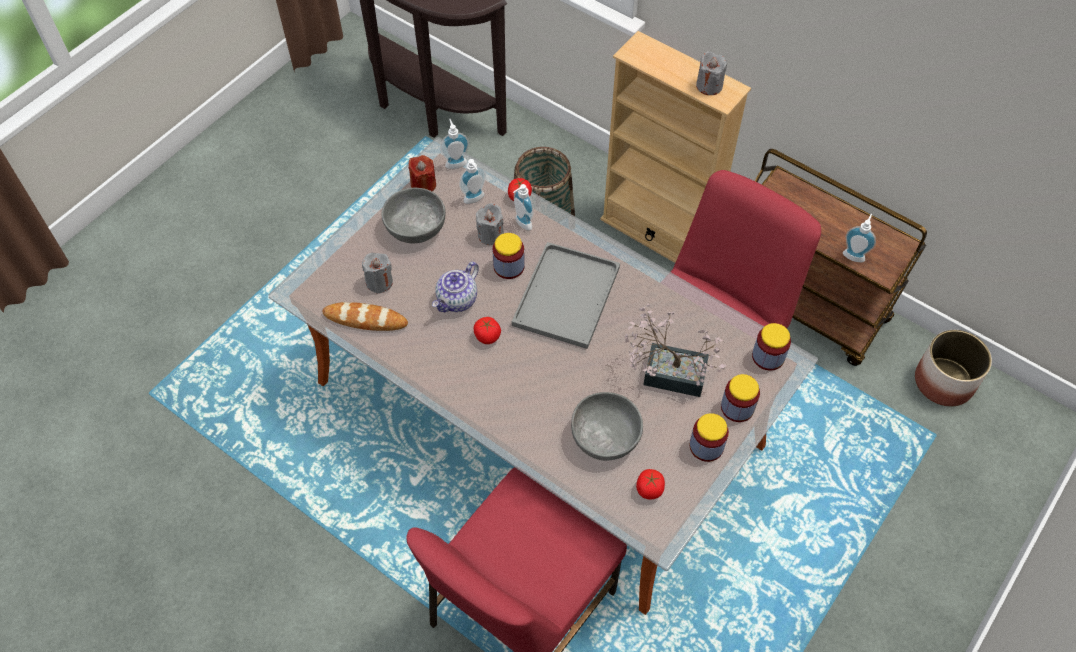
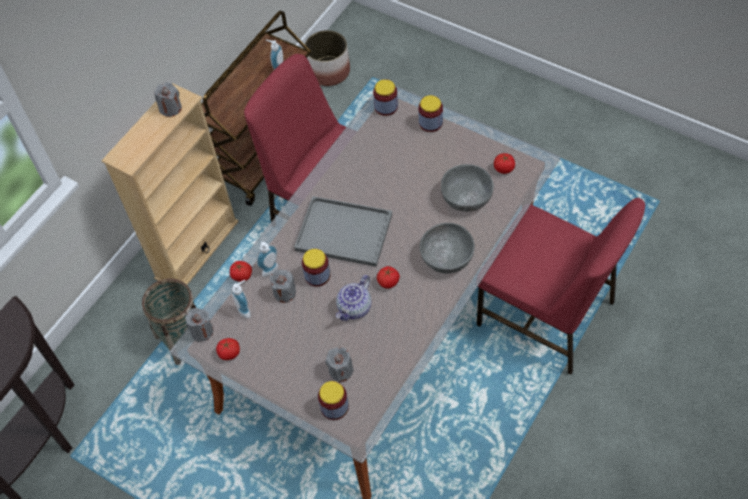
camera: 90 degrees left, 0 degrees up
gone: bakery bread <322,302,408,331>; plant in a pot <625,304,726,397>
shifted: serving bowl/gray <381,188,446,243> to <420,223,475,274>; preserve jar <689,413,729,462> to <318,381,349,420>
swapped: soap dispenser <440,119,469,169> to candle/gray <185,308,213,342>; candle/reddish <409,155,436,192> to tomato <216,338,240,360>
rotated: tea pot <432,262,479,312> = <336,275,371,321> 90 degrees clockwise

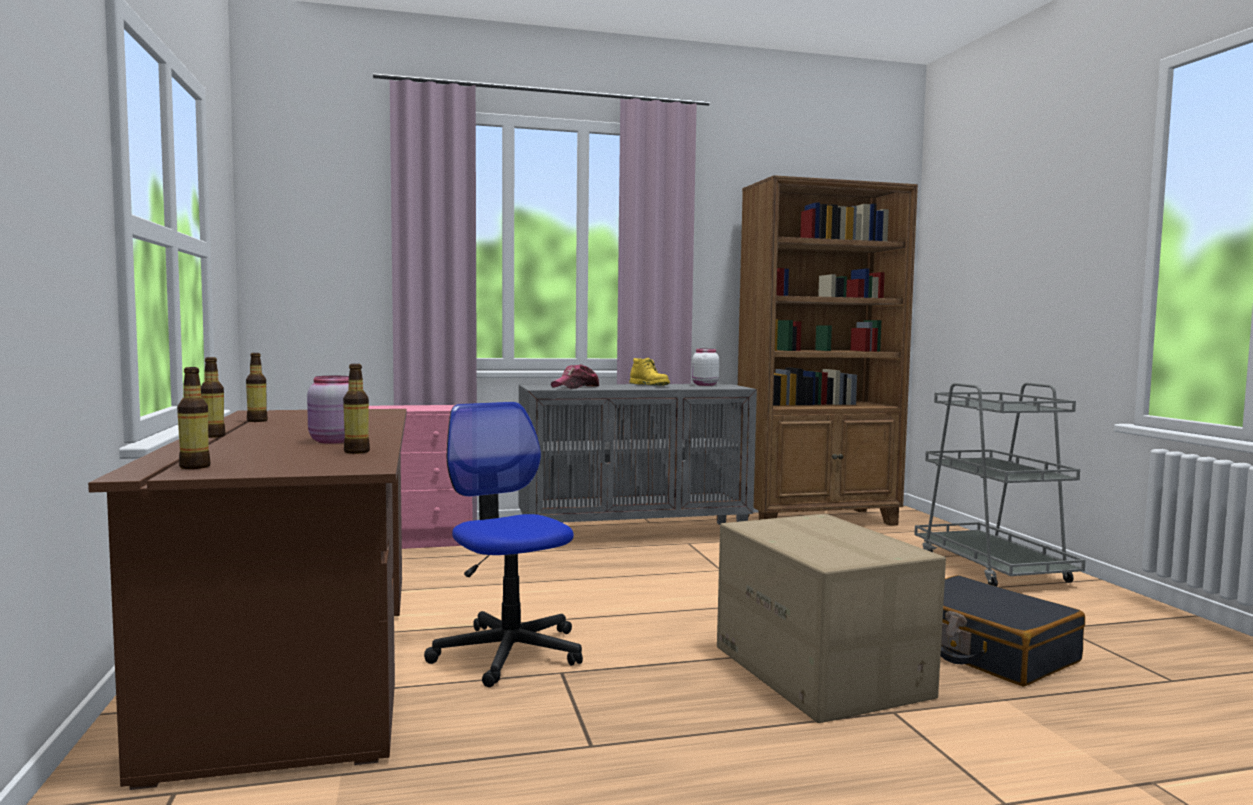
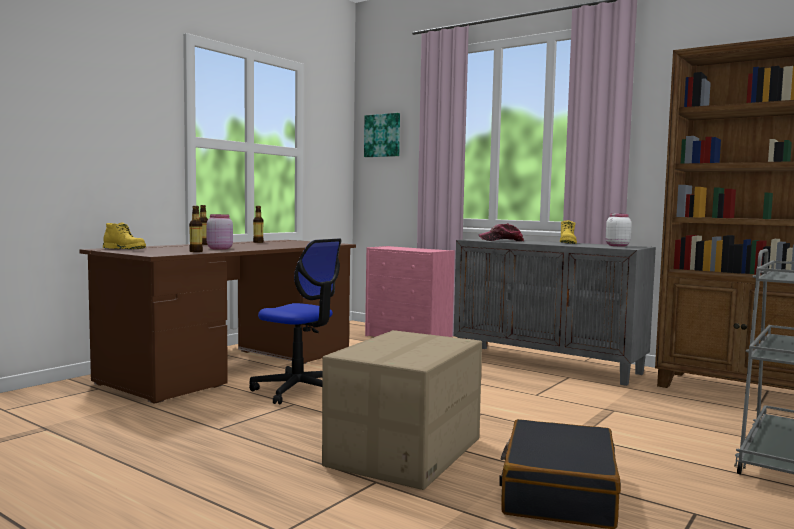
camera: 50 degrees right, 0 degrees up
new: wall art <364,113,400,157>
swapped: bottle <177,367,210,469> to tall boot/yellow-coloured <103,222,146,249>
rotated: office chair <424,402,583,687> = <249,239,341,404> 105 degrees clockwise

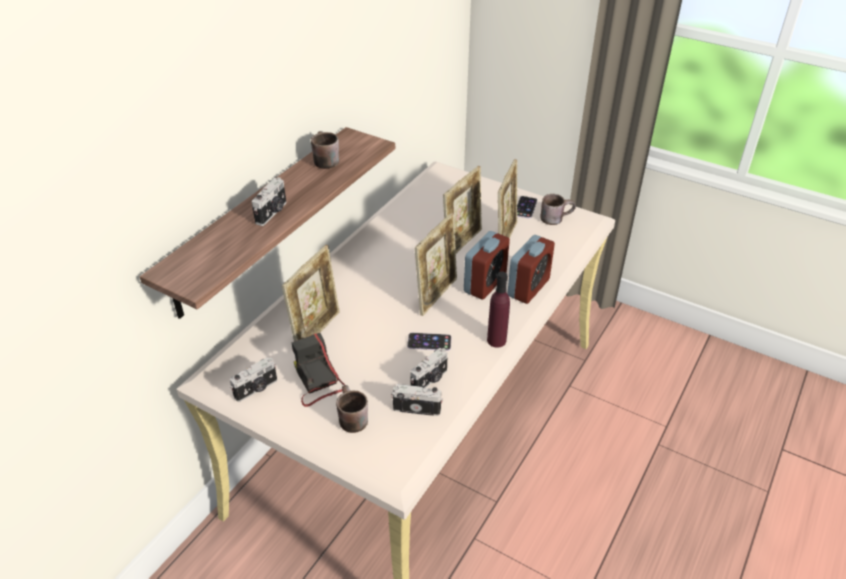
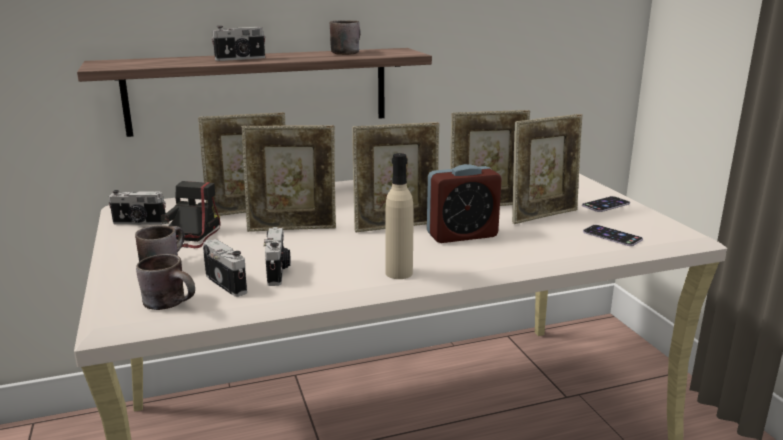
camera: 40 degrees right, 20 degrees down
gone: bedside clock <507,235,555,304>
new: picture frame <242,125,336,232>
shifted: mug/brown <540,194,576,225> to <136,254,195,310>; phone <407,333,452,351> to <583,225,643,246>
repainted: bottle/purple <487,272,510,348> to bottle/sand-coloured <385,153,414,279>
rotated: photo camera <410,348,448,388> = <264,227,291,286> 90 degrees counterclockwise

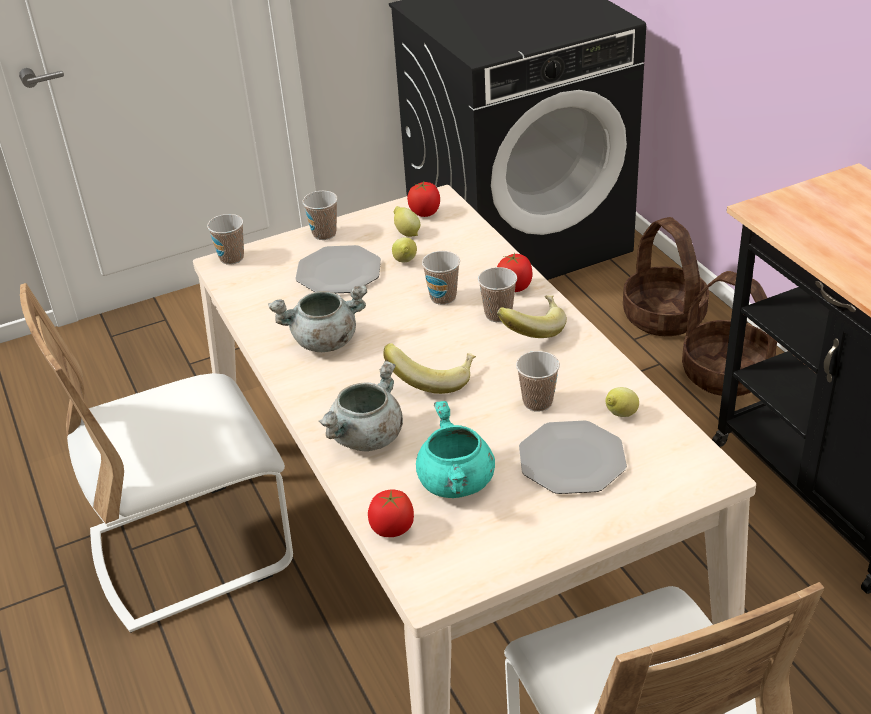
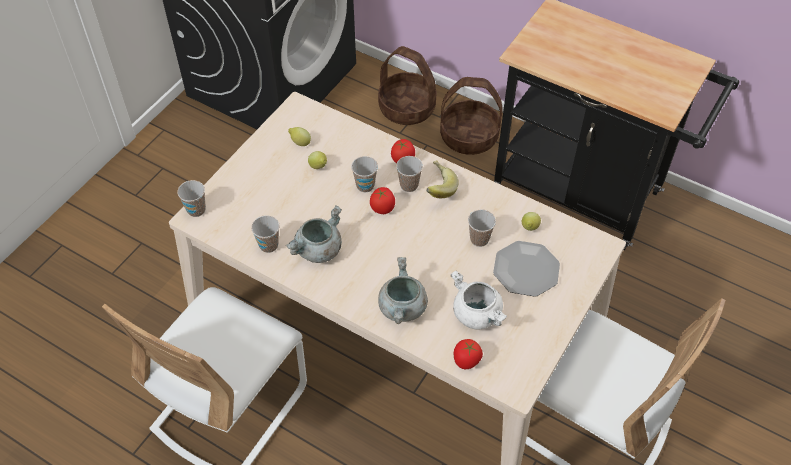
camera: 35 degrees left, 15 degrees up
gone: dinner plate <295,245,381,293>; whole banana <383,343,476,394>
shifted: tomato <407,182,440,217> to <370,187,395,214>; drinking cup <302,191,338,240> to <251,215,279,253>
repainted: saucepot/blue-green <416,401,495,498> to saucepot/white <451,270,507,329>

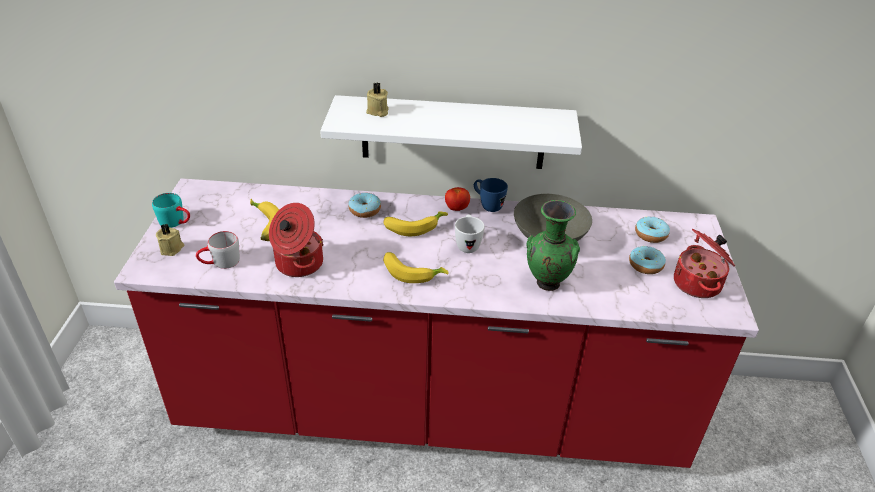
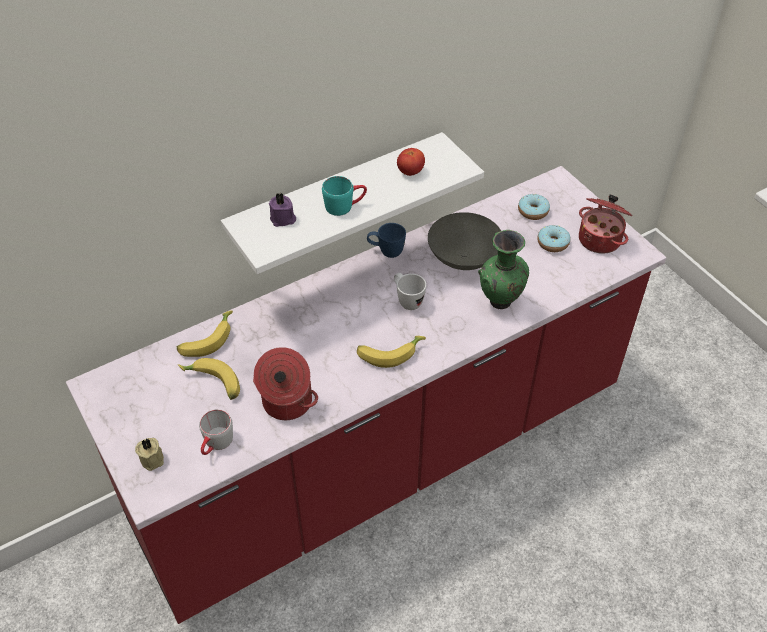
camera: 35 degrees left, 10 degrees up
gone: donut <348,193,381,218>
shifted: tomato <445,187,470,211> to <397,148,425,176>; mug/blue-green <152,193,190,228> to <322,176,367,216>; whole banana <383,212,448,236> to <177,310,233,357>
repainted: candle/sand-coloured <366,83,389,117> to candle/purple <269,193,296,227>

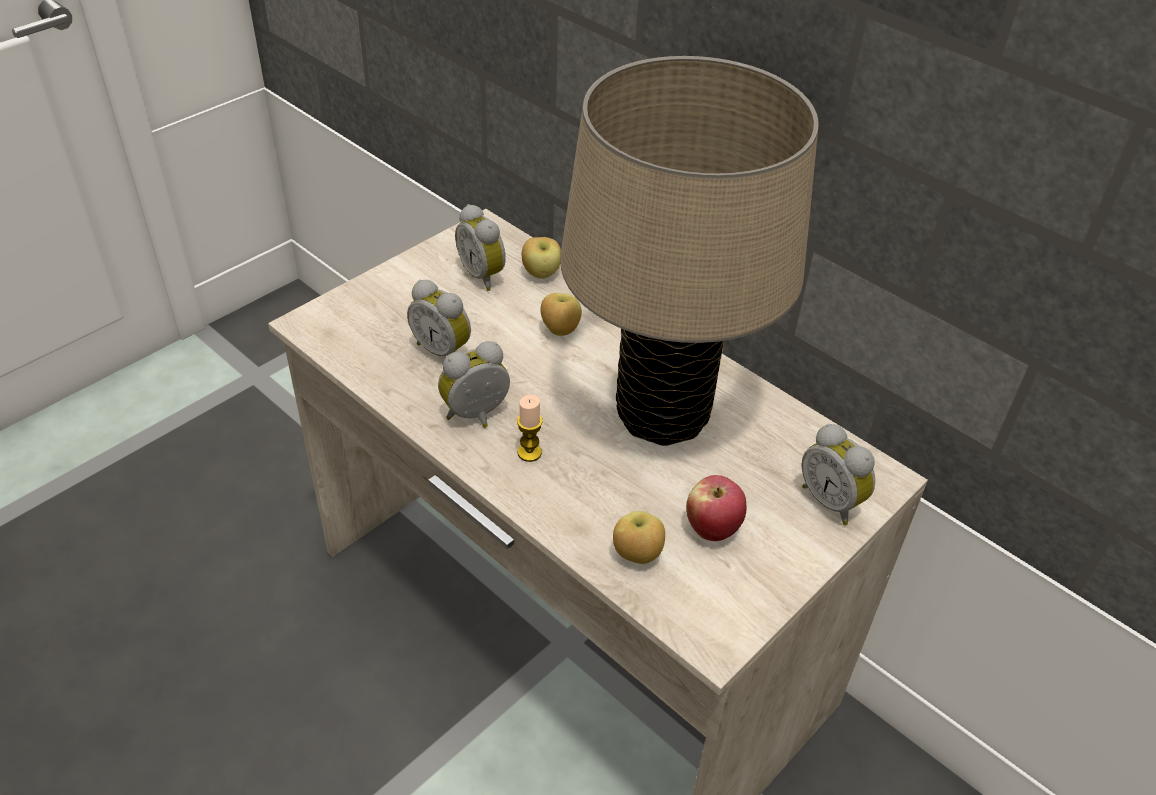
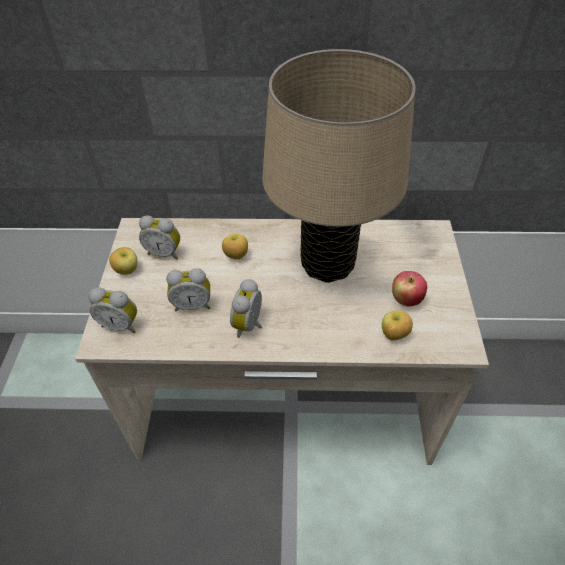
camera: 40 degrees left, 5 degrees up
gone: candle <517,395,542,462>
shifted: apple fruit <522,237,561,279> to <109,247,138,275>; bedside clock <802,424,875,525> to <89,287,137,333>

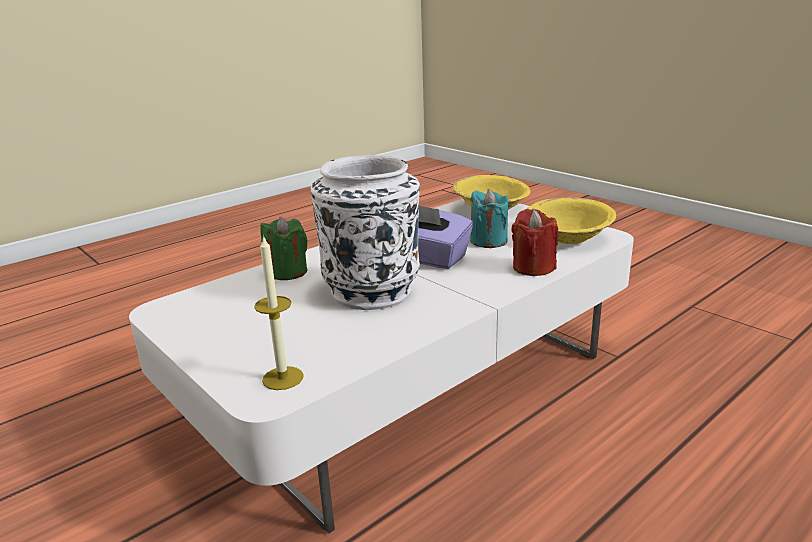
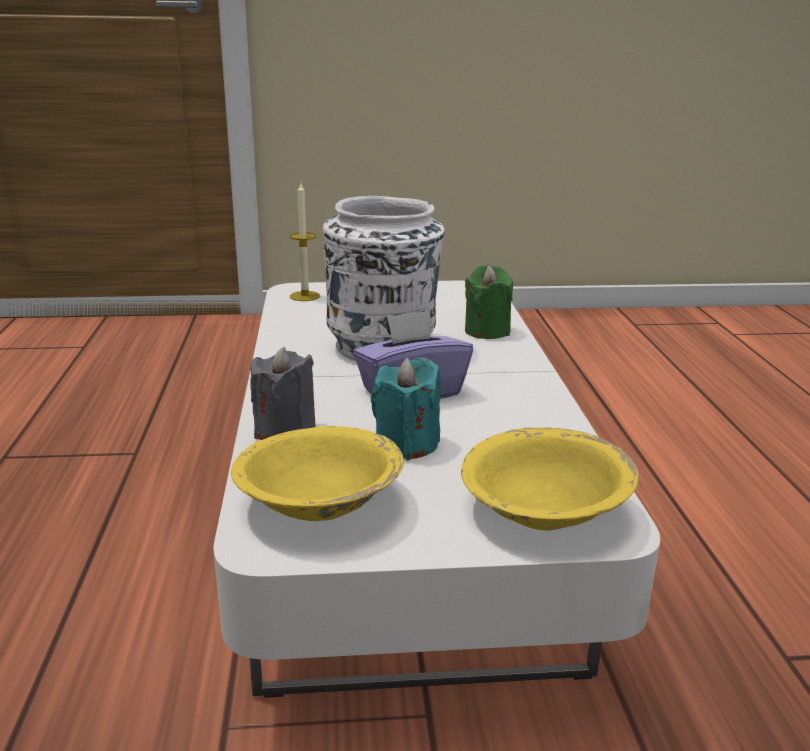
camera: 125 degrees right, 0 degrees up
repainted: candle/reddish <511,209,558,276> to candle/gray <250,347,316,440>

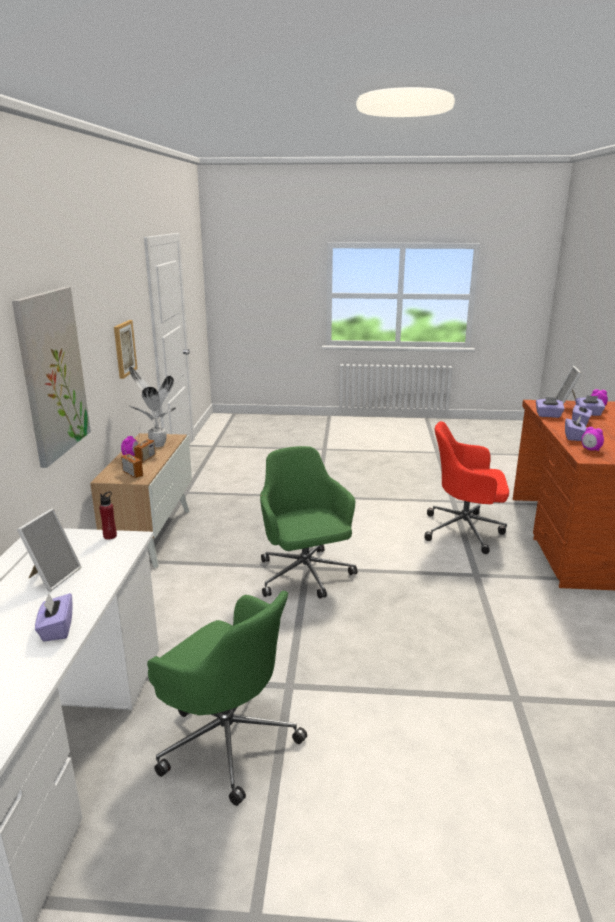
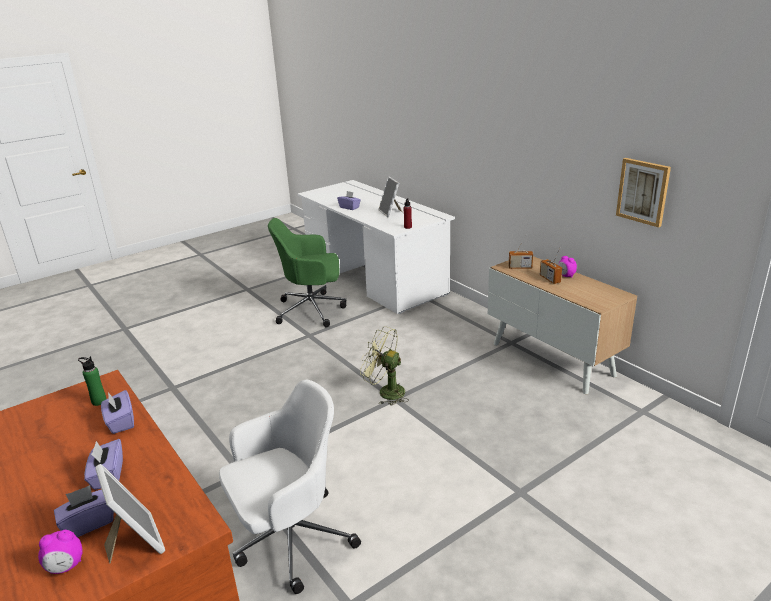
camera: 140 degrees right, 5 degrees up
gone: wall art <12,287,91,468>; plant in a pot <128,367,176,447>; tissue box/purple <536,397,565,418>
swapped: bedside clock <581,427,604,451> to bottle/green <78,356,107,406>; office chair/green <260,446,357,599> to electric fan/green <360,326,409,406>
repainted: office chair/reddish <425,421,509,554> to office chair/white <219,380,361,594>

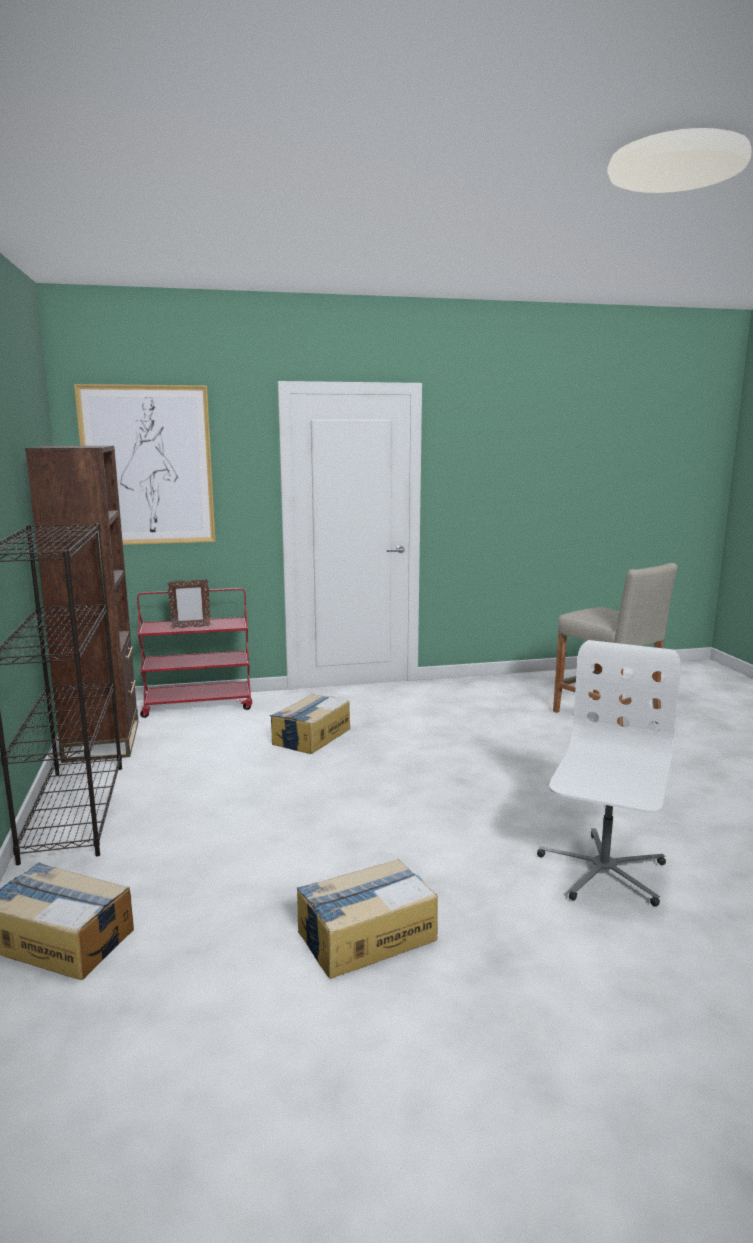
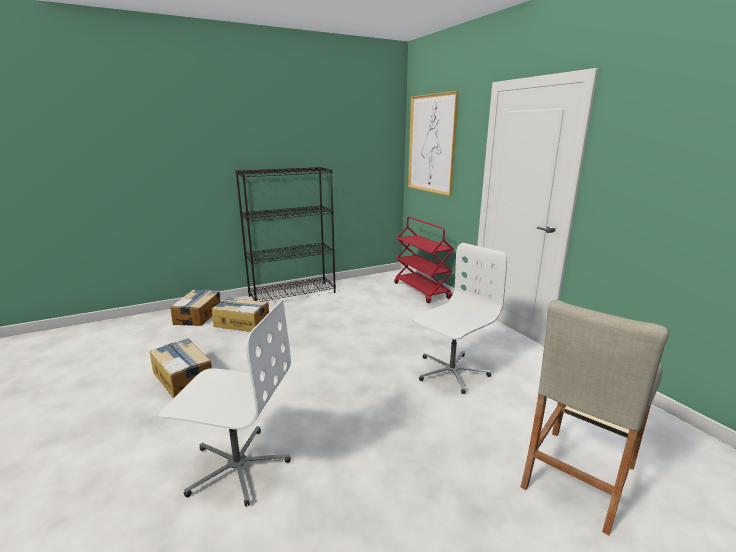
camera: 75 degrees right, 5 degrees up
gone: shelving unit/brown <25,446,138,763>; picture frame <167,579,211,629>
new: office chair/white <412,243,507,394>
shifted: cardboard box <270,694,350,754> to <212,297,269,332>

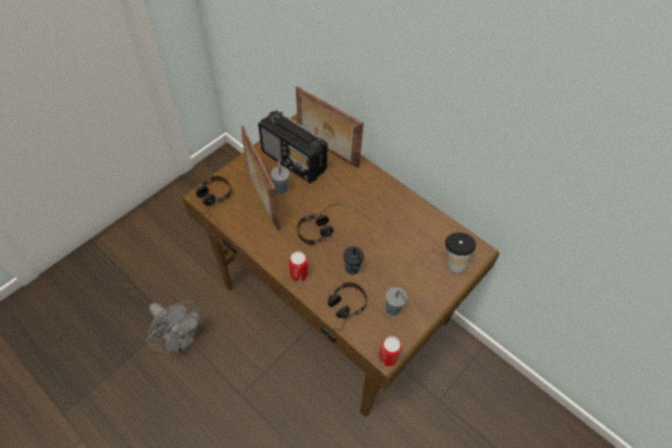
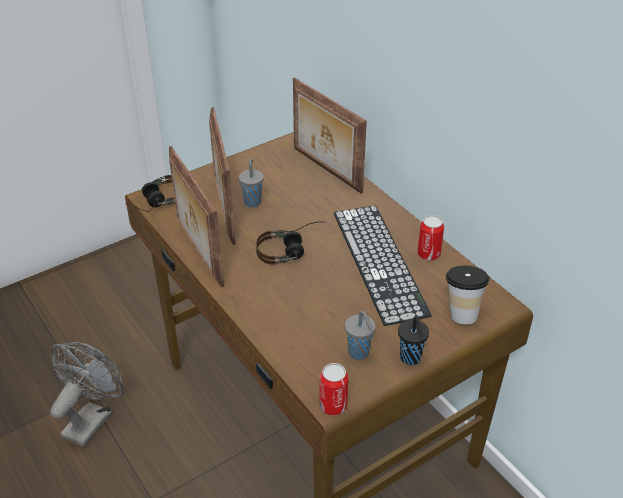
camera: 15 degrees right, 15 degrees down
gone: radio receiver <258,111,327,183>; pair of headphones <324,282,367,330>
new: picture frame <169,146,224,287>; PC keyboard <334,206,432,326>
shifted: drinking cup/blackish <343,247,364,275> to <398,316,429,365>; metal can <289,251,308,282> to <417,215,444,261>
rotated: electric fan/gray <147,302,201,354> = <50,342,124,447> 120 degrees counterclockwise

